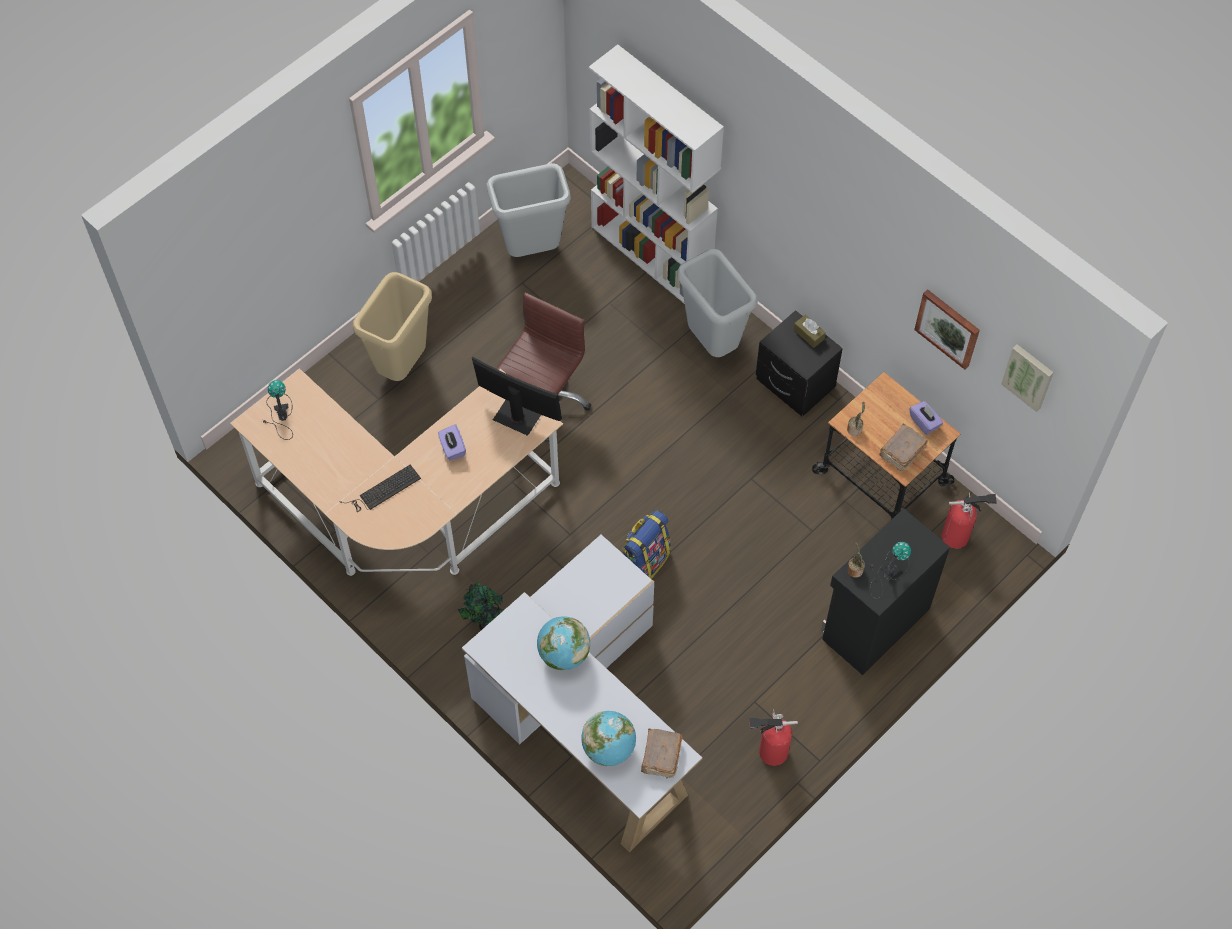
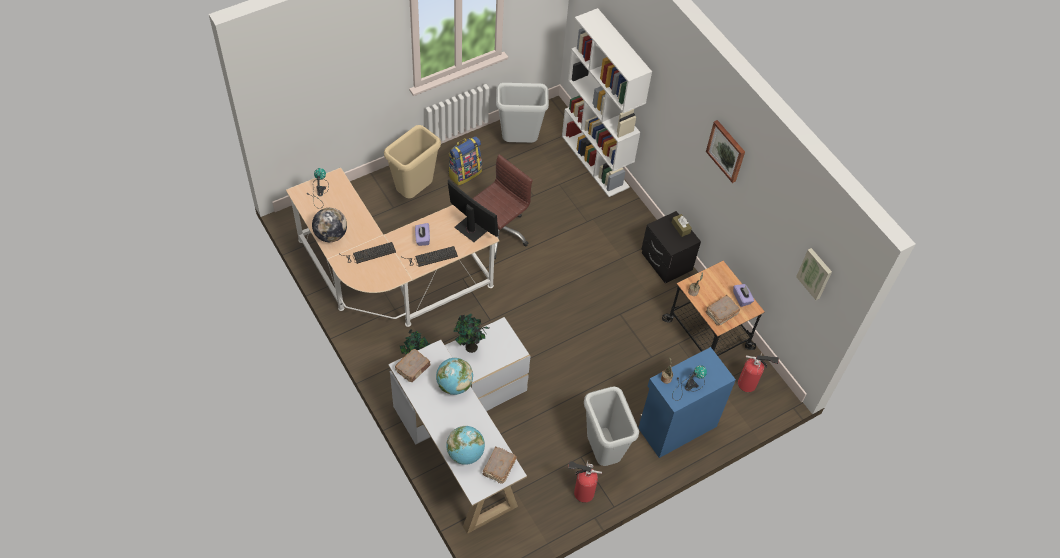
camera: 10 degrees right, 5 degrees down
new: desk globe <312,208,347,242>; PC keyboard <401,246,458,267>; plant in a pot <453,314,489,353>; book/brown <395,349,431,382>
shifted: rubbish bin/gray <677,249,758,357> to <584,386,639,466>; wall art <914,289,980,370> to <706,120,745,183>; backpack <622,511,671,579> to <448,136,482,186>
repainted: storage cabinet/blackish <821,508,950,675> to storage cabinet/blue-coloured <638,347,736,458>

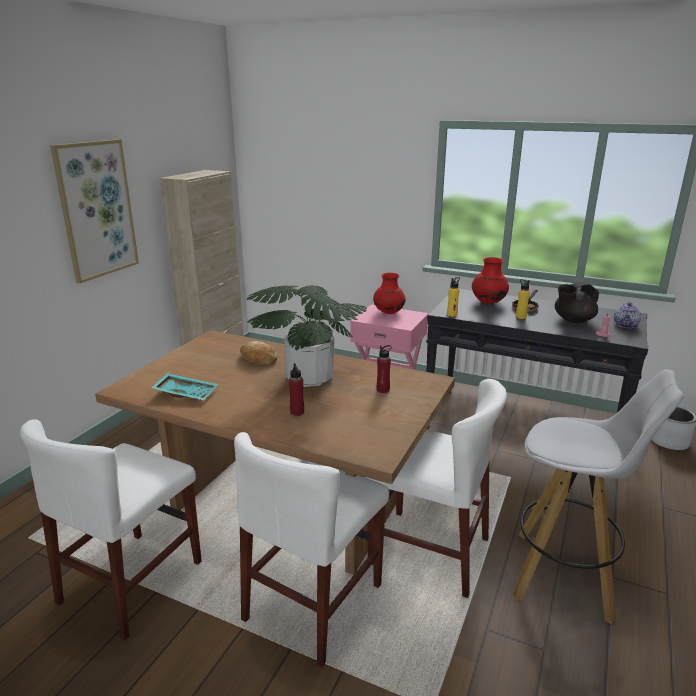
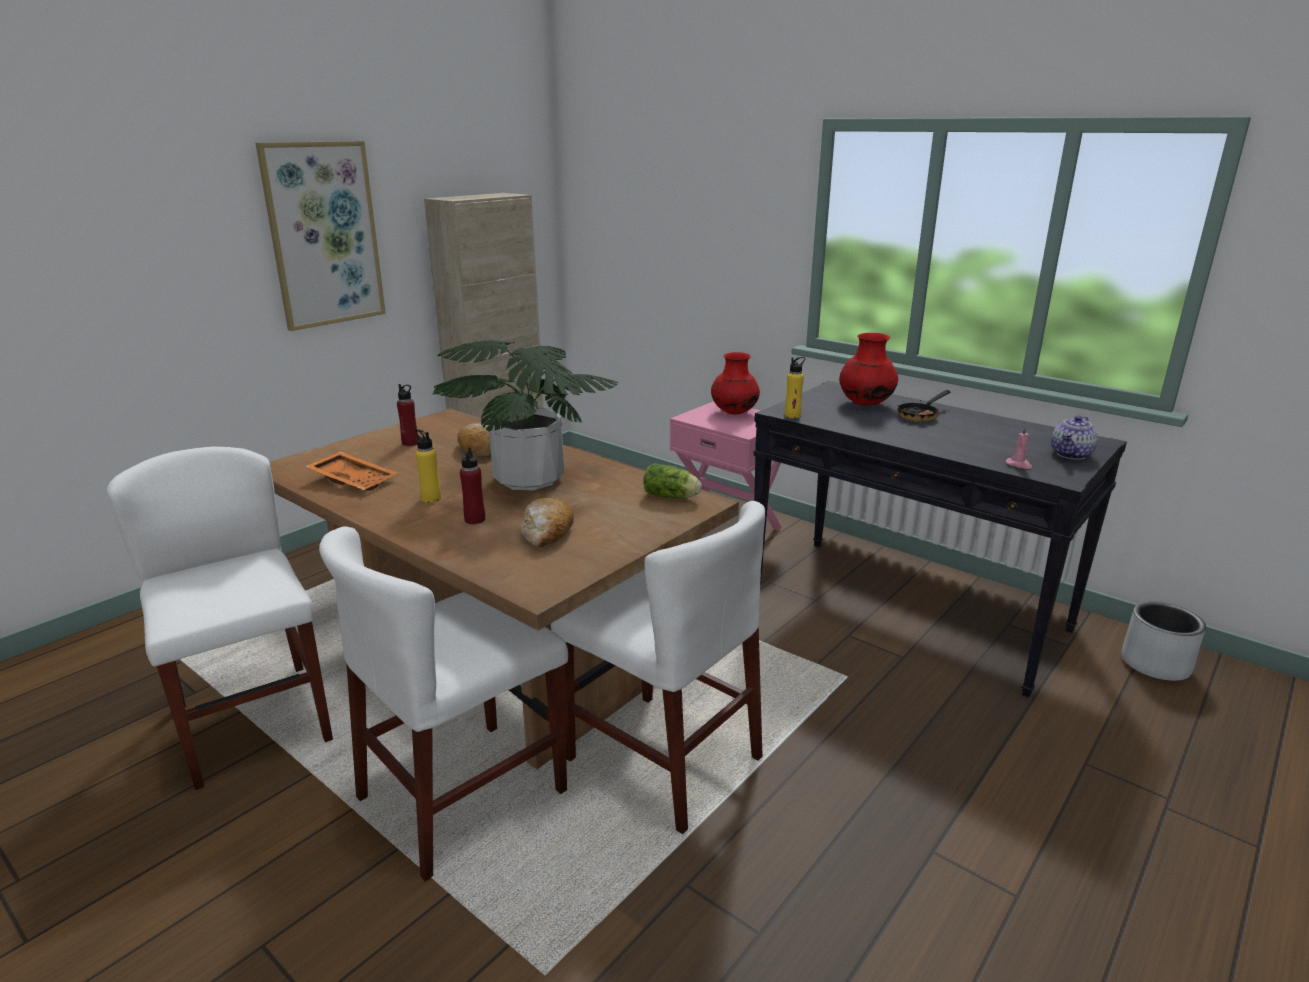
camera: 15 degrees right, 0 degrees up
gone: tea pot/blackish <555,281,599,323>; stool/white <513,370,684,625>
new: lettuce <644,463,702,498>; bakery bread <520,498,574,548>
shifted: bottle/yellow-coloured <516,279,530,319> to <415,429,441,503>; bottle/reddish <377,345,392,393> to <397,384,418,446>
repainted: serving tray/blue-green <151,373,218,401> to serving tray/orange <306,451,397,491>
rotated: plain chair/white <20,419,202,641> = <107,447,333,790> 105 degrees clockwise

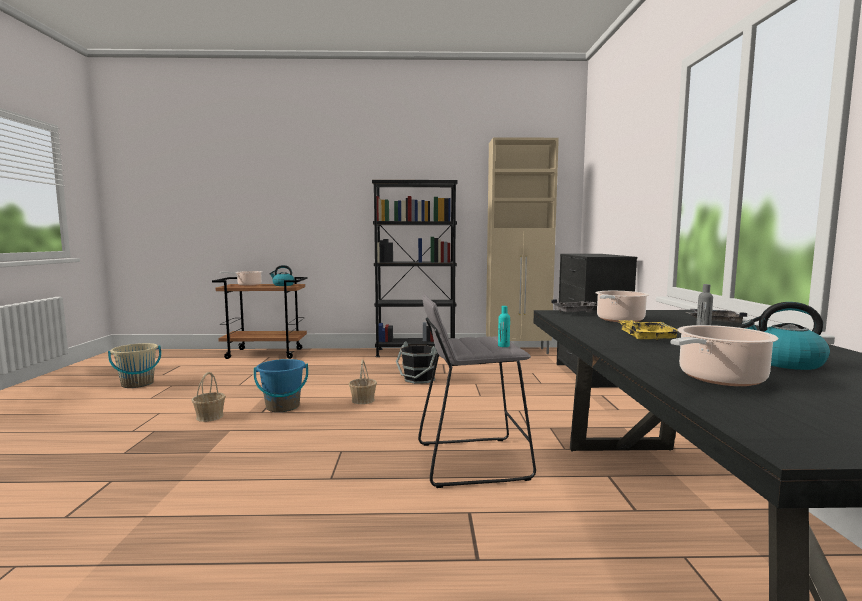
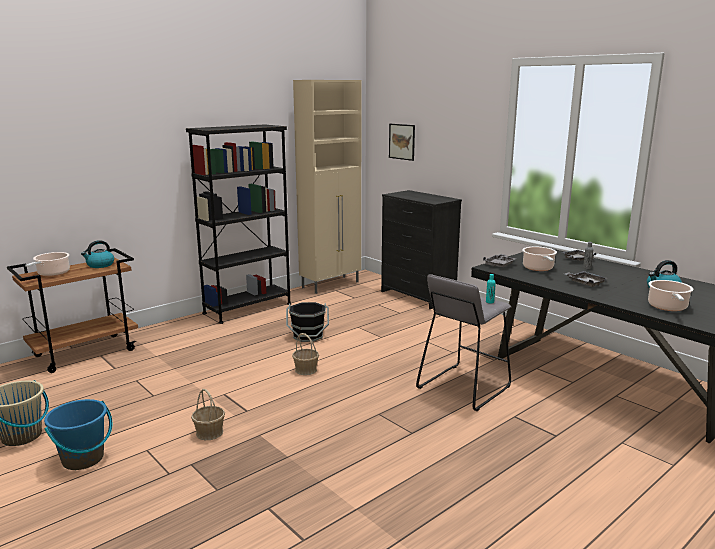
camera: 40 degrees left, 10 degrees up
new: wall art <389,124,415,161>
shifted: bucket/blue-coloured <254,359,308,412> to <44,399,112,470>
repainted: serving tray/yellow-coloured <619,320,678,341> to serving tray/gray <565,271,608,287>

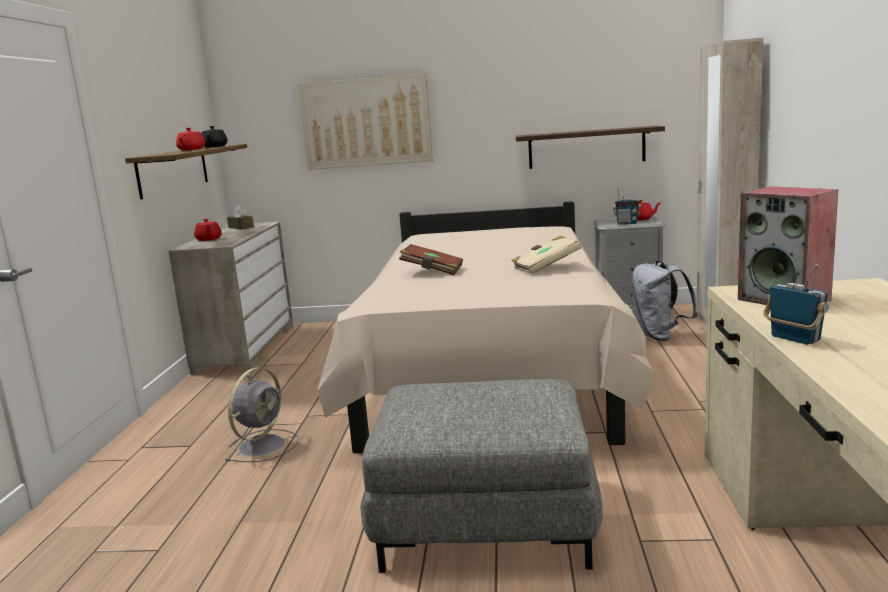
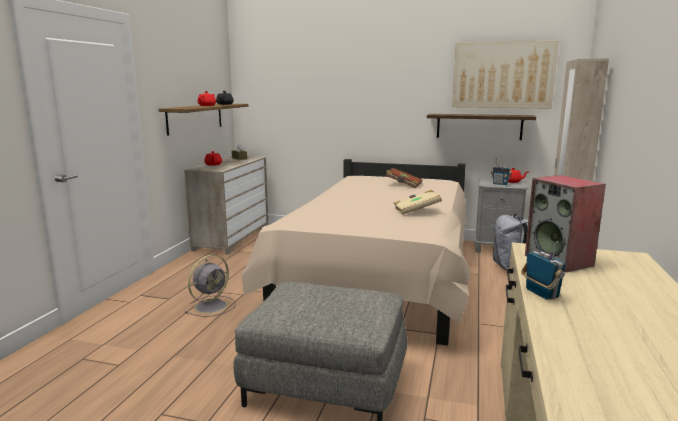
camera: 10 degrees right, 0 degrees up
shifted: wall art <298,74,433,170> to <452,41,559,109>; book/brown <399,244,463,275> to <385,168,422,188>

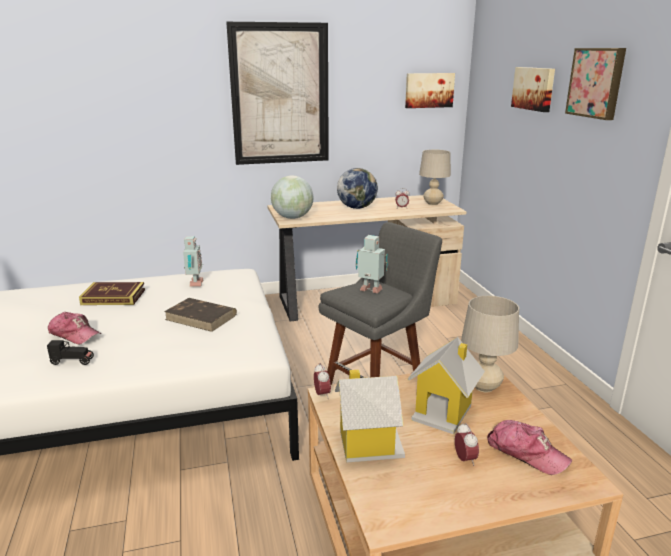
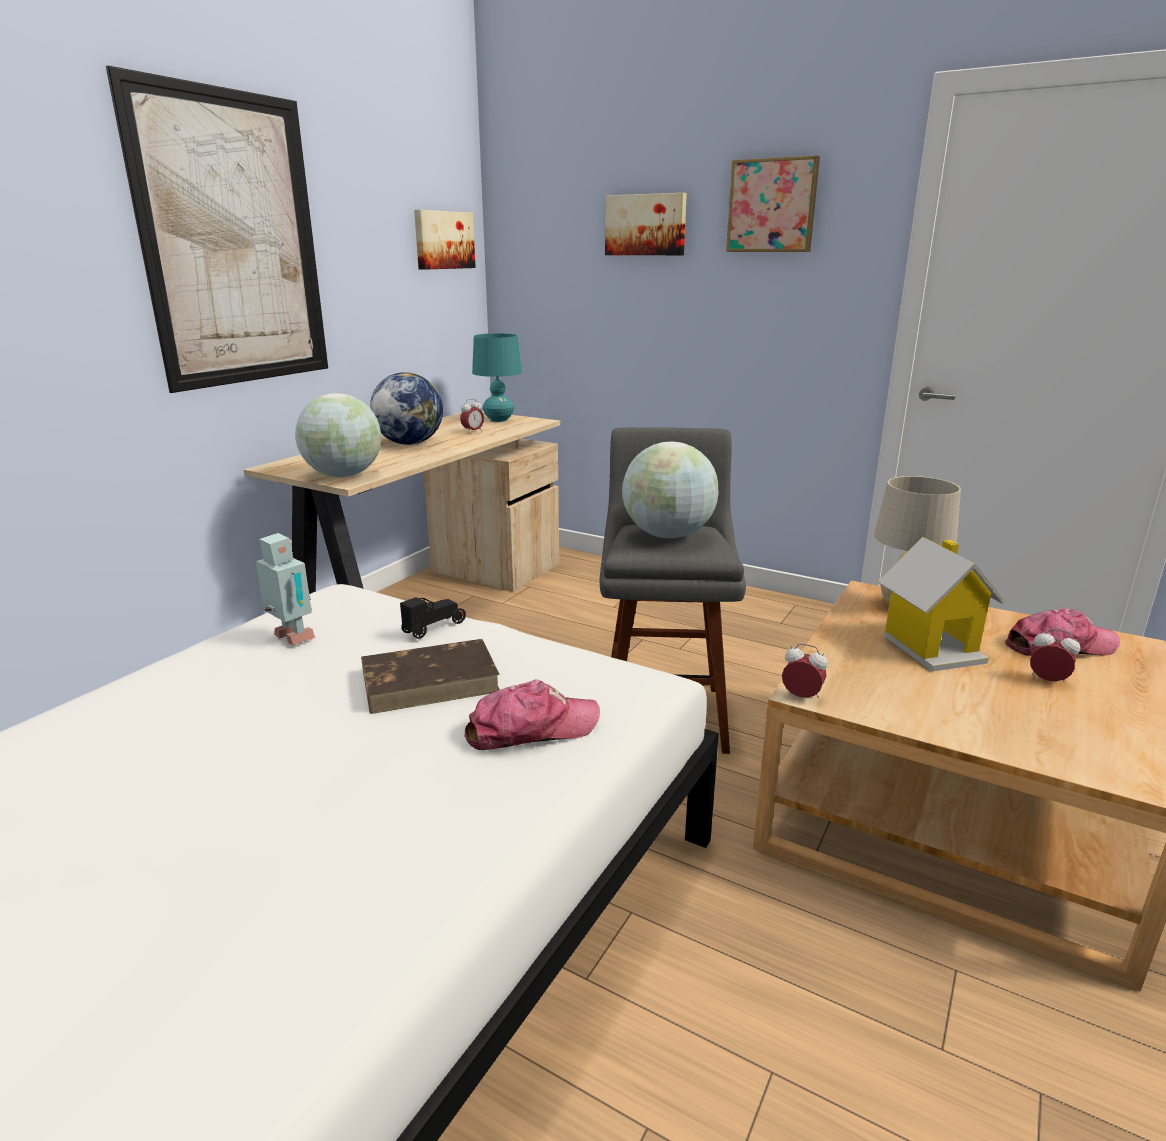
camera: 45 degrees left, 0 degrees up
gone: book <79,282,145,305>; model house <335,370,405,463>
shifted: peaked cap <48,312,101,344> to <464,679,600,750>; model car/blackish <47,340,94,365> to <400,597,466,639>
swapped: toy robot <356,235,388,293> to desk globe <622,442,718,538>
repainted: lamp for a table/sand-coloured <419,150,451,205> to lamp for a table/blue-green <472,333,522,422>

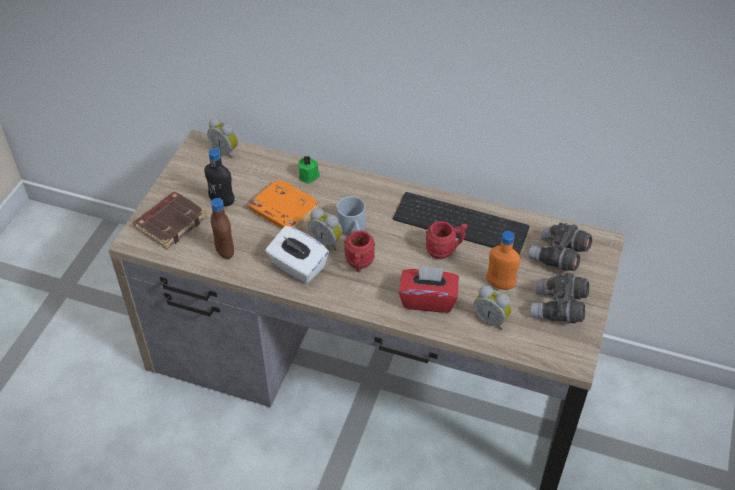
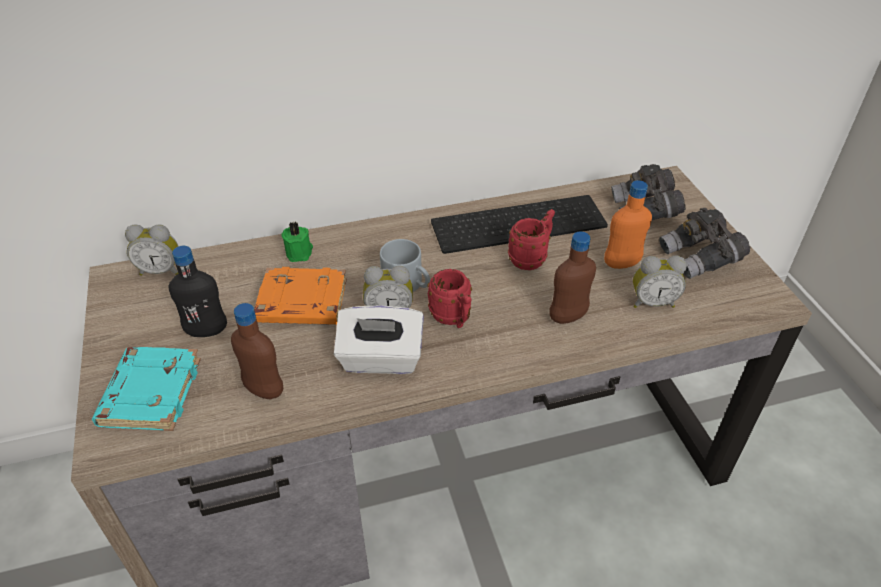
camera: 35 degrees left, 5 degrees down
swapped: tissue box/reddish <399,265,459,313> to bottle/brown <549,231,596,324>
repainted: book/brown <134,191,207,249> to book/blue-green <92,347,201,431>

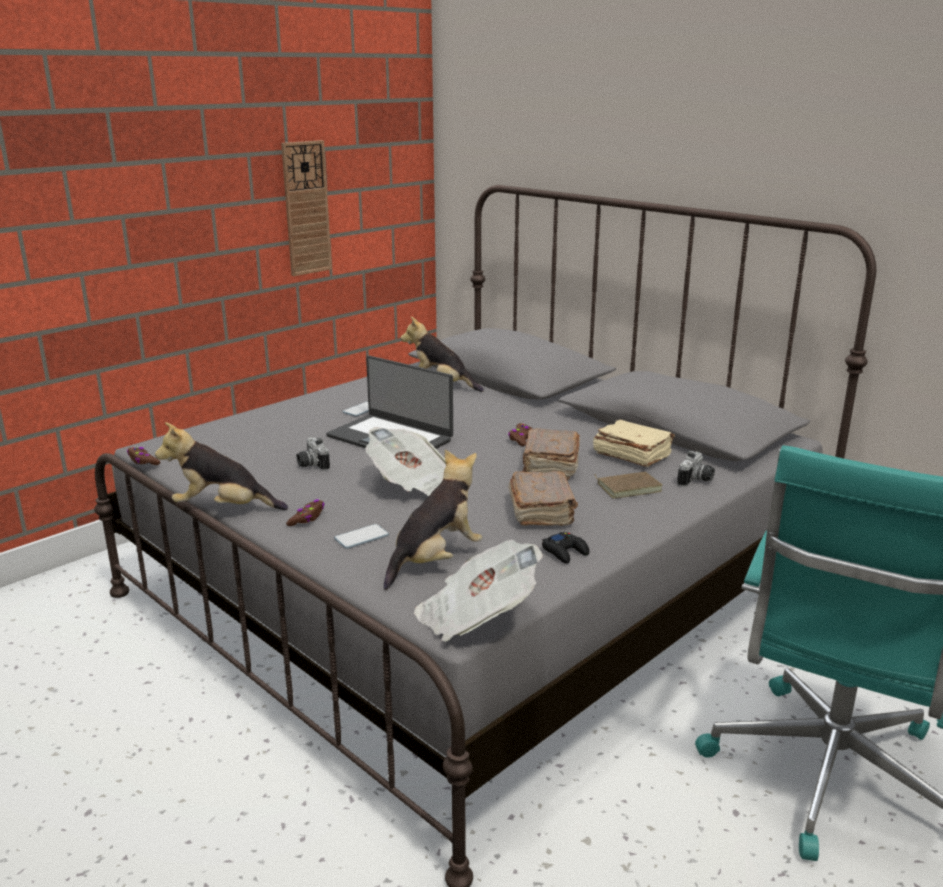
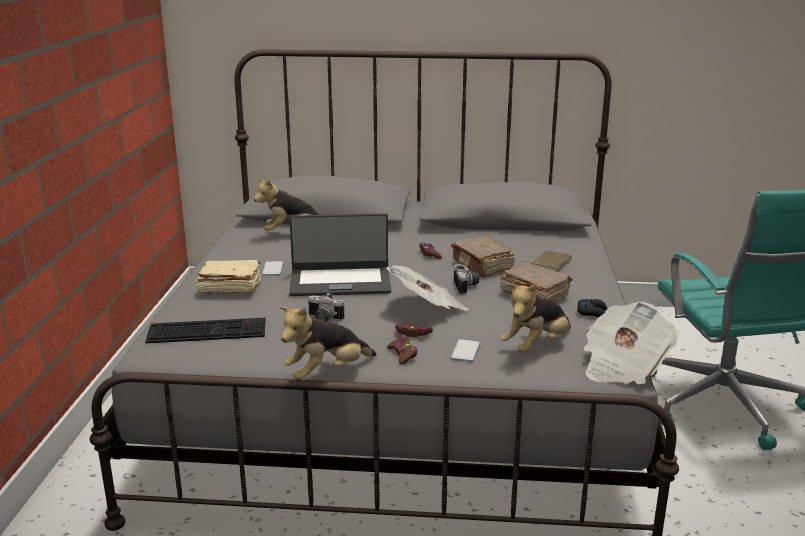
camera: 40 degrees left, 0 degrees up
gone: wall clock <281,140,332,276>
new: PC keyboard <145,318,266,344>
shifted: book/sand-coloured <593,420,675,467> to <196,260,261,294>; gamepad/brown <127,447,160,465> to <395,322,433,337>; photo camera <677,451,715,487> to <454,264,479,294>
rotated: soft toy <384,449,482,590> = <500,284,571,353> 135 degrees counterclockwise

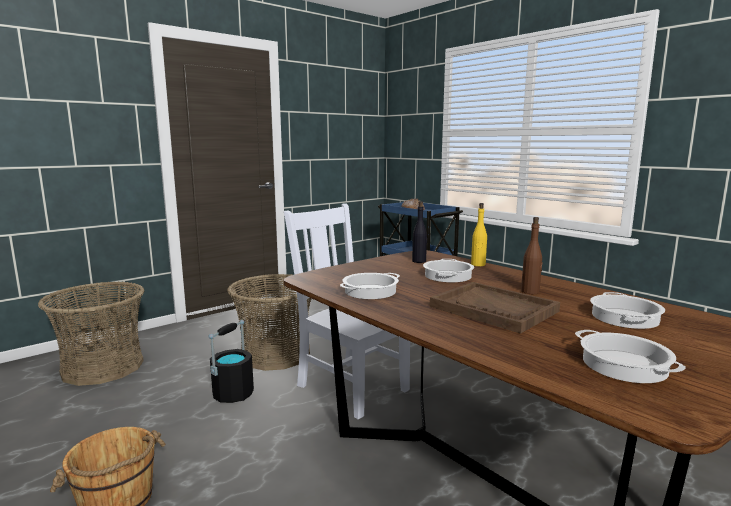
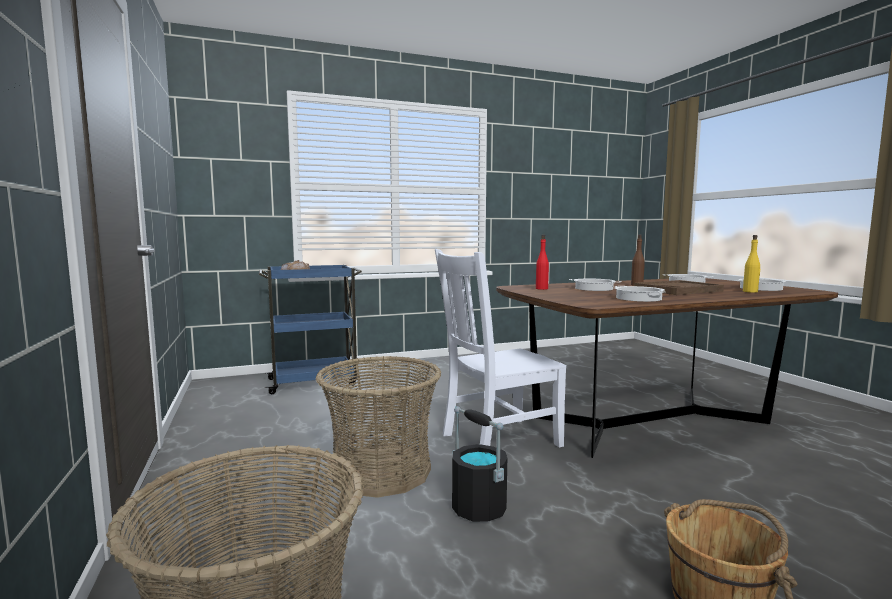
camera: 70 degrees left, 5 degrees down
shifted: bottle/yellow-coloured <471,203,487,266> to <743,235,761,293>
repainted: bottle/blackish <412,201,427,263> to bottle/reddish <536,235,549,290>

